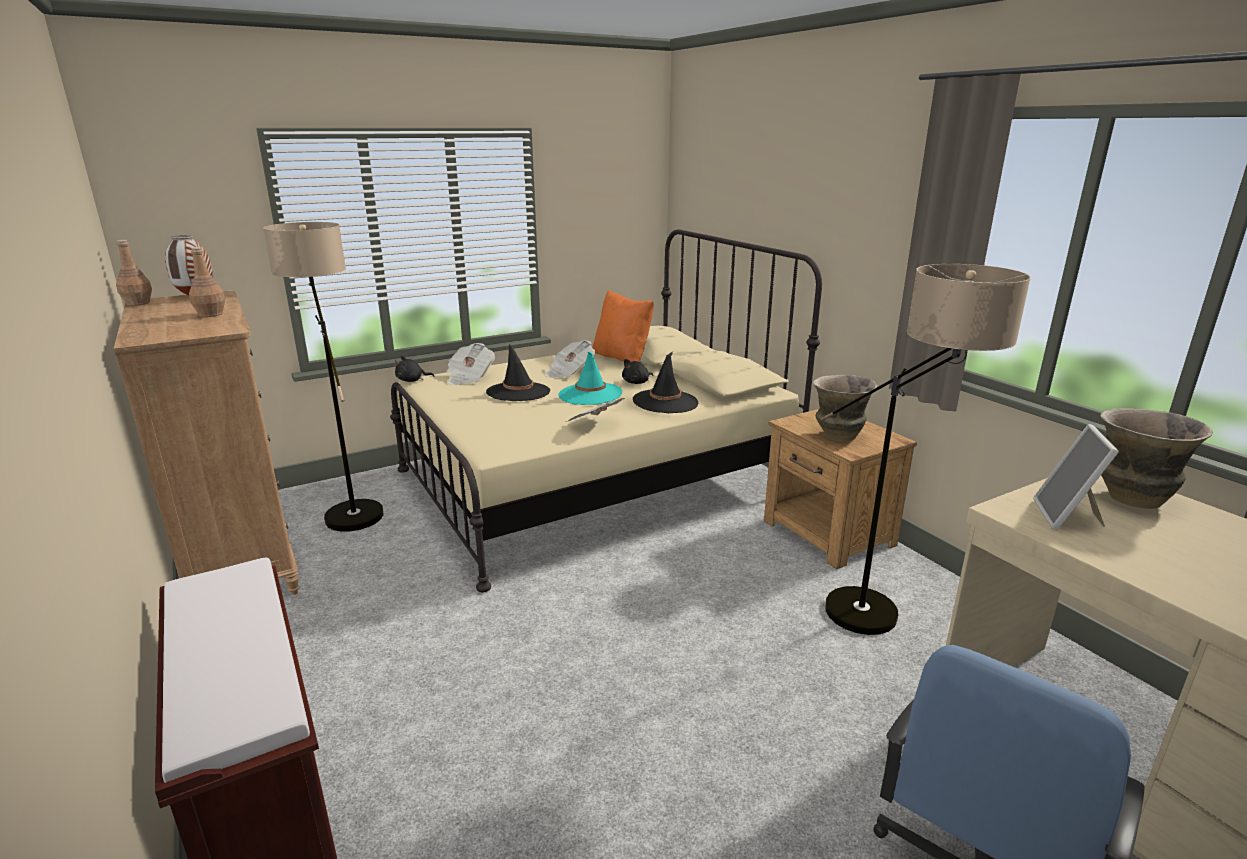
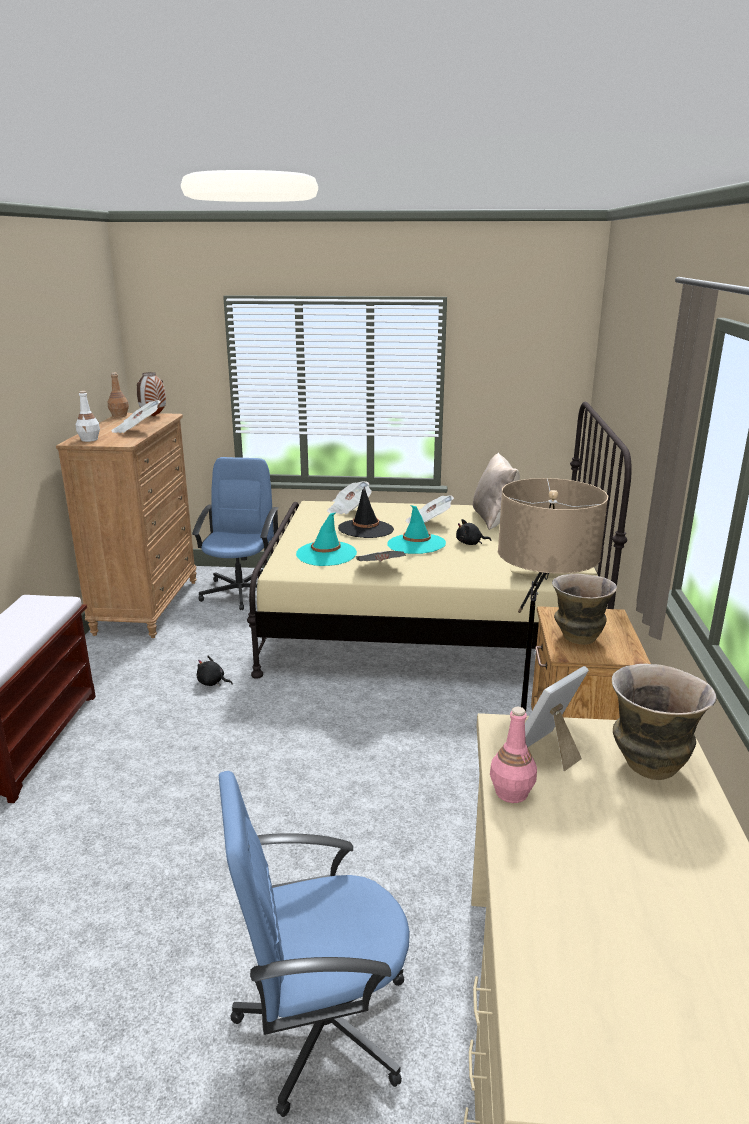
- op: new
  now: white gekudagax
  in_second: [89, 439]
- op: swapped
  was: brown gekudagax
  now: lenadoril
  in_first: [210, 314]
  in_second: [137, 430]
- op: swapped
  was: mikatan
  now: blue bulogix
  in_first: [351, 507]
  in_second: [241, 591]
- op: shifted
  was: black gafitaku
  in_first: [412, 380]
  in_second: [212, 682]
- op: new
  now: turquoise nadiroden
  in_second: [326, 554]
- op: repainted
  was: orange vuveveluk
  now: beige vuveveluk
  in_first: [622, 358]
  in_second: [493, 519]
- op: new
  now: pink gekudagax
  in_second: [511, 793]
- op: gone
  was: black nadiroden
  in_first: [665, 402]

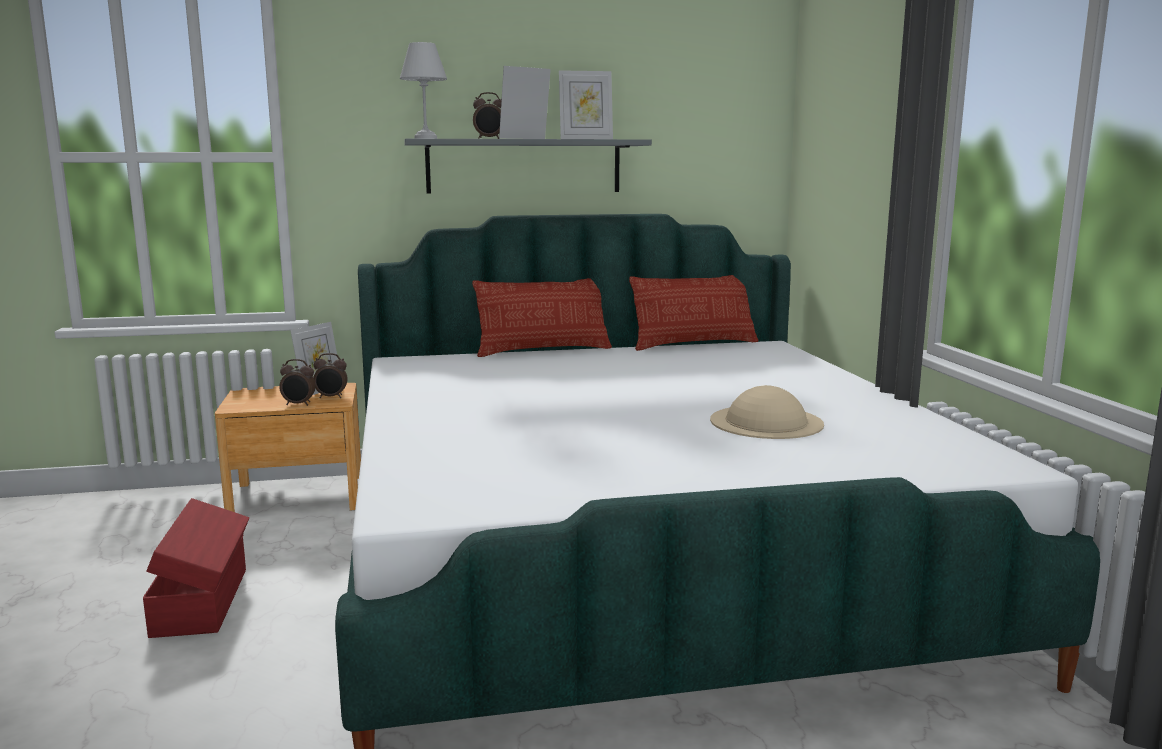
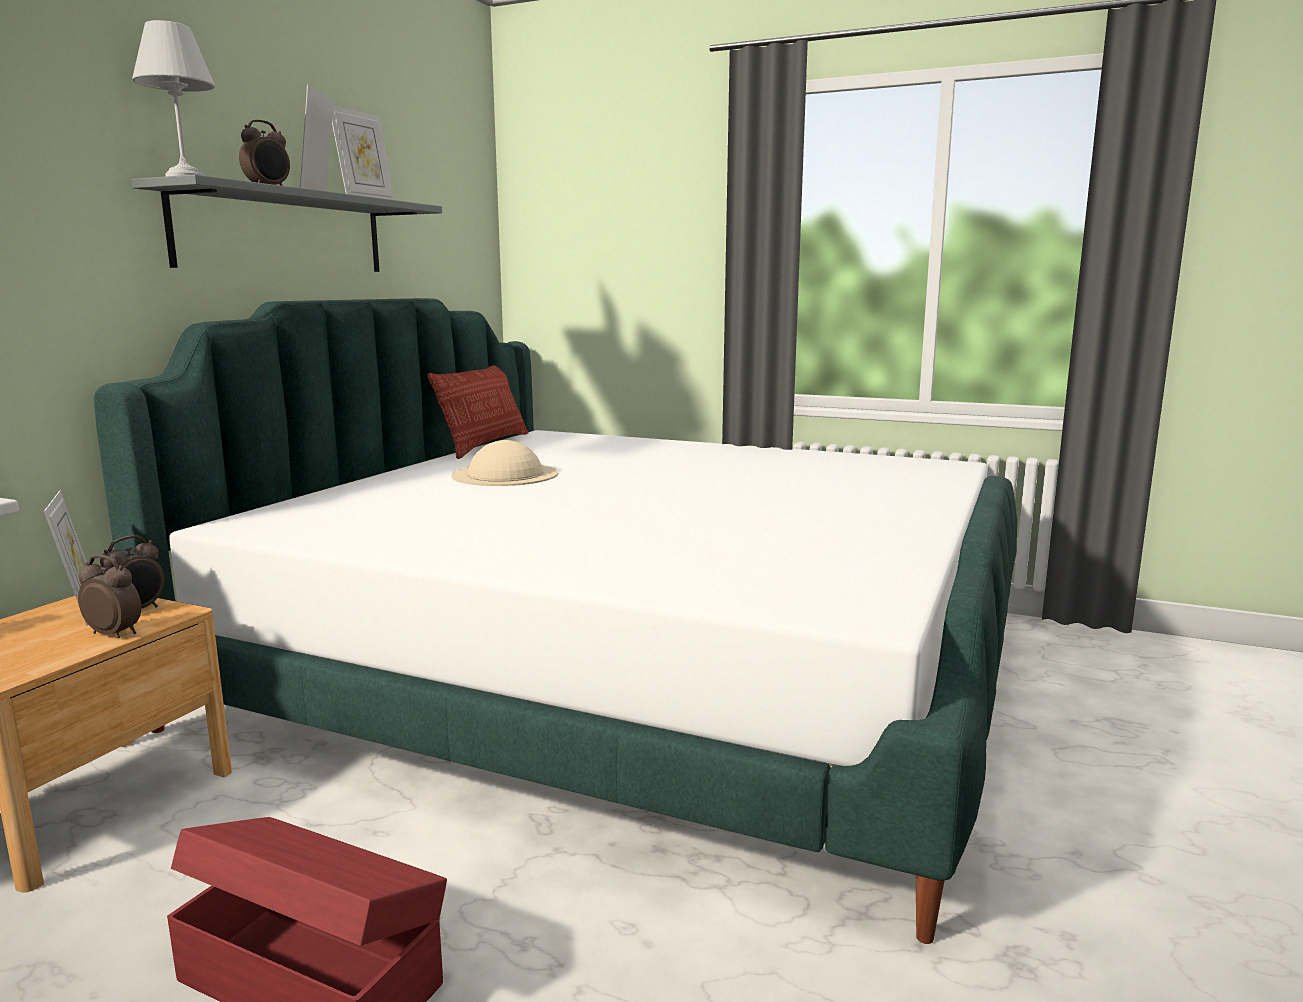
- op: rotated
  was: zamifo
  in_first: [298, 404]
  in_second: [115, 634]
  clockwise: -105
- op: shifted
  was: beige nadiroden
  in_first: [766, 422]
  in_second: [505, 474]
- op: gone
  was: vuveveluk
  in_first: [543, 350]

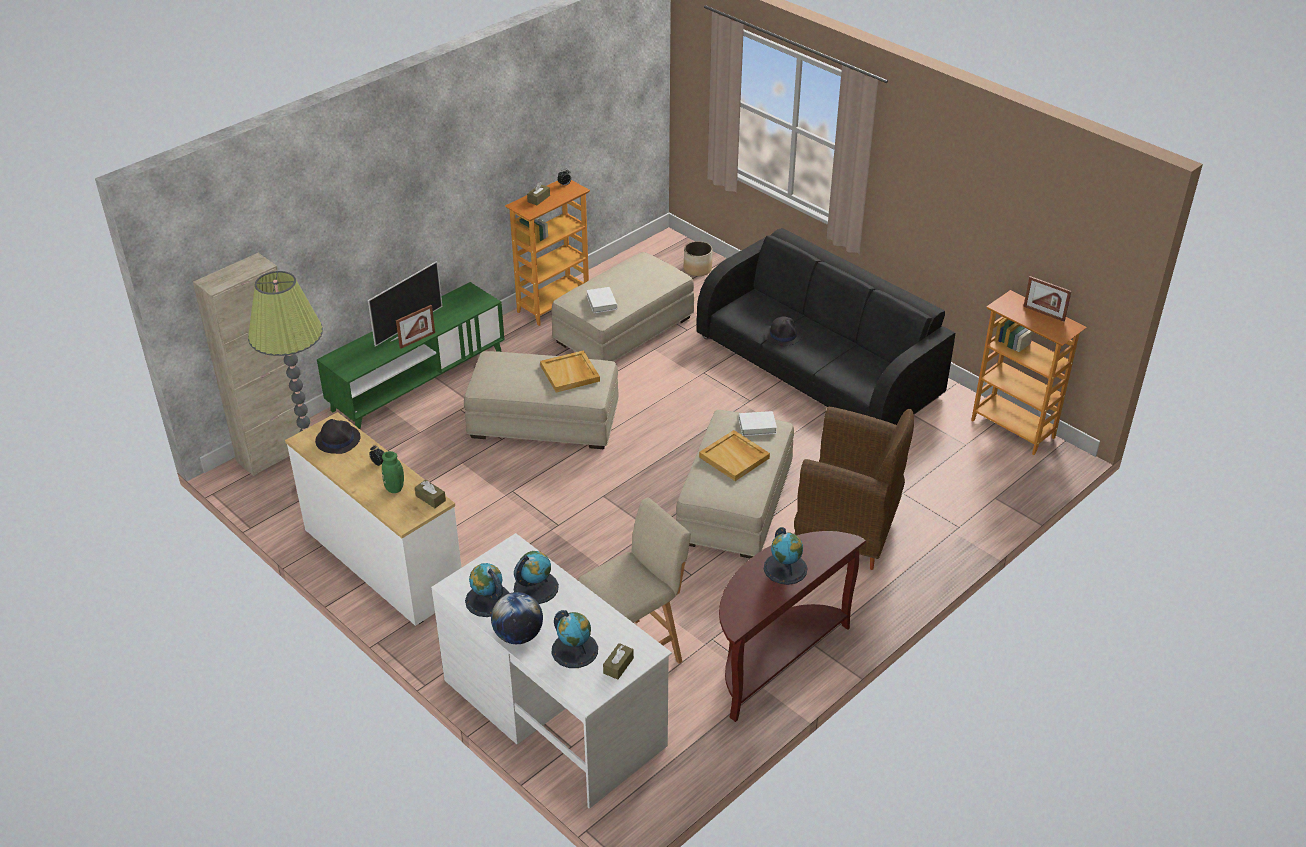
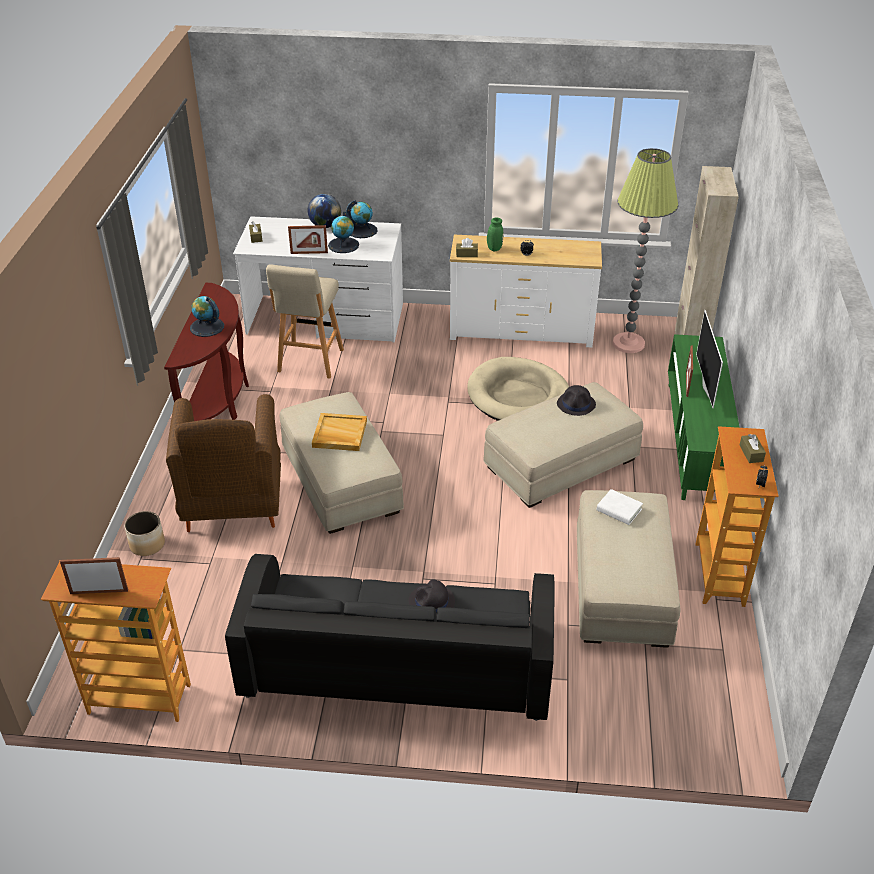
- op: shifted
  was: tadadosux
  in_first: [697, 269]
  in_second: [147, 544]
- op: rotated
  was: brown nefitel
  in_first: [848, 531]
  in_second: [233, 506]
  clockwise: -75
- op: new
  now: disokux
  in_second: [309, 253]
- op: new
  now: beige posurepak
  in_second: [519, 397]
- op: shifted
  was: black nadiroden
  in_first: [337, 439]
  in_second: [576, 404]
- op: gone
  was: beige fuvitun
  in_first: [570, 373]
- op: gone
  was: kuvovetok
  in_first: [575, 650]
- op: gone
  was: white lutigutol
  in_first: [757, 426]

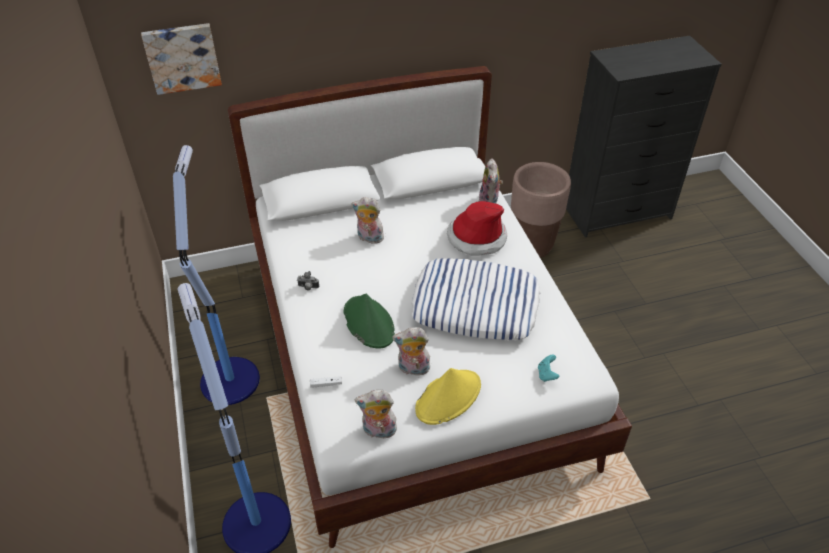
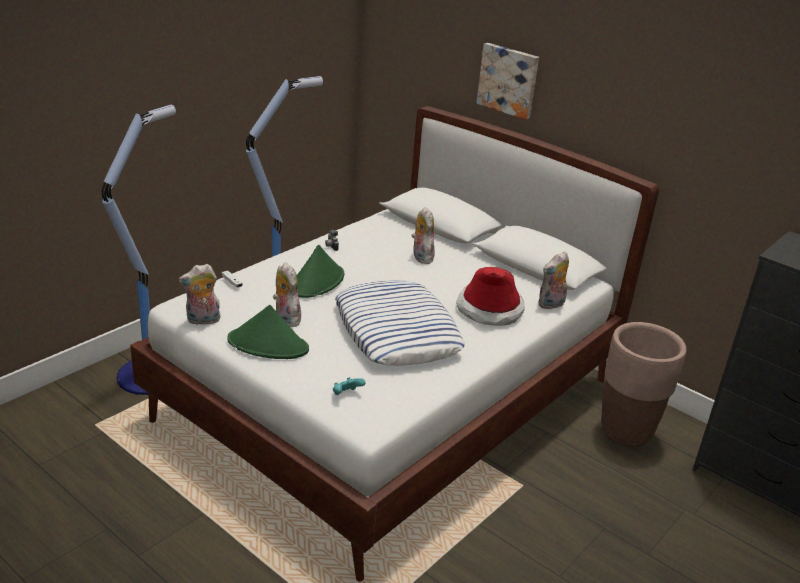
- op: rotated
  was: gafitaku
  in_first: [378, 431]
  in_second: [202, 321]
  clockwise: -75
- op: repainted
  was: yellow nadiroden
  now: green nadiroden
  in_first: [448, 397]
  in_second: [268, 345]
- op: shifted
  was: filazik
  in_first: [182, 57]
  in_second: [508, 80]

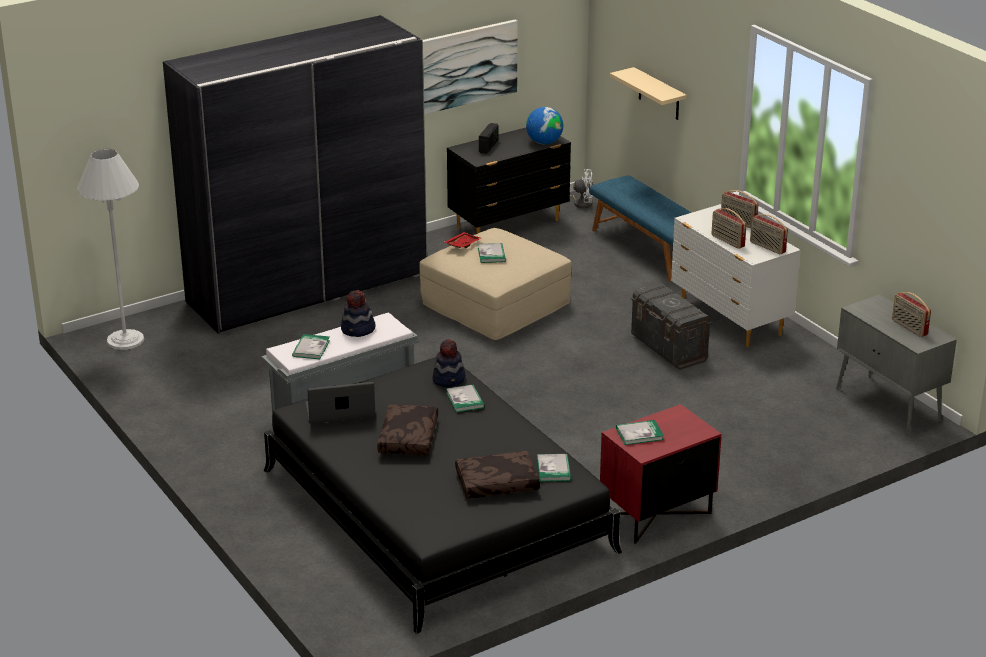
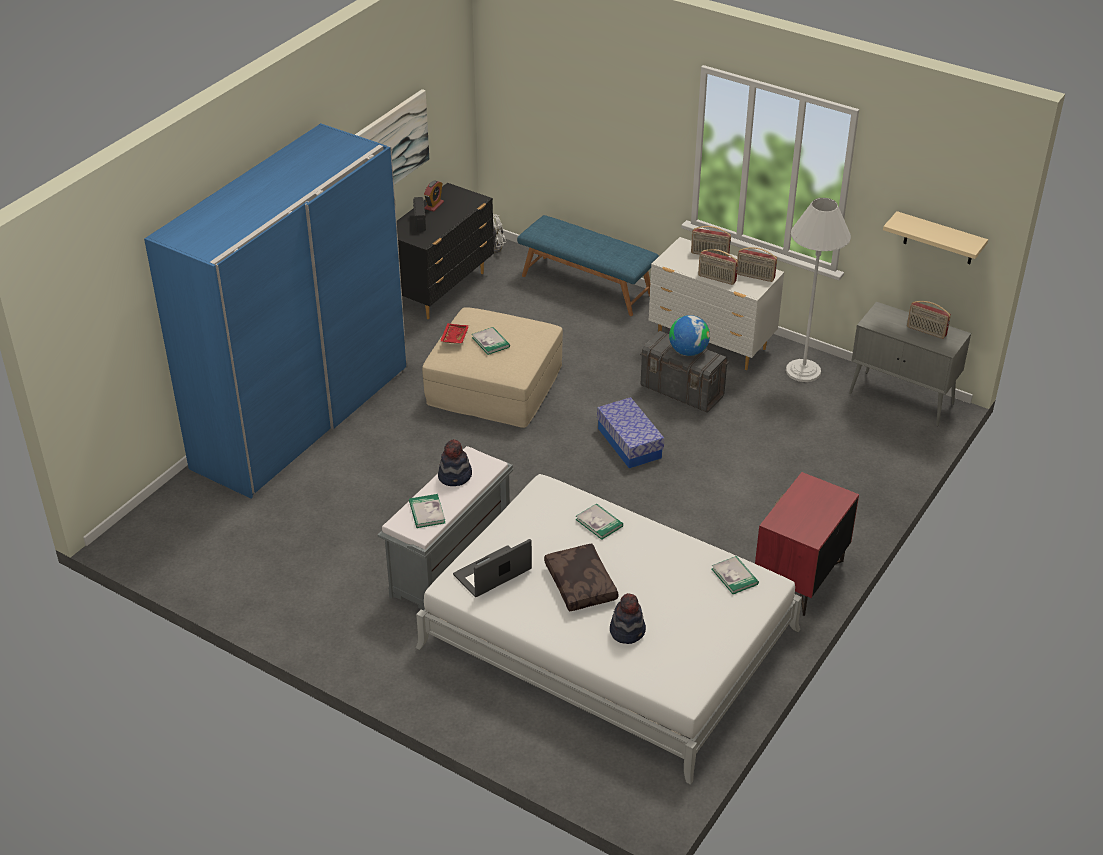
- op: repainted
  was: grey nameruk
  now: blue nameruk
  in_first: [308, 288]
  in_second: [301, 416]
- op: repainted
  was: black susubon
  now: white susubon
  in_first: [436, 510]
  in_second: [608, 638]
- op: new
  now: zamifo
  in_second: [434, 205]
- op: new
  now: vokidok
  in_second: [629, 443]
- op: shifted
  was: nadiroden
  in_first: [449, 379]
  in_second: [627, 631]
- op: shifted
  was: kuvovetok
  in_first: [544, 142]
  in_second: [688, 352]
- op: shifted
  was: white mikatan
  in_first: [125, 340]
  in_second: [803, 371]
- op: shifted
  was: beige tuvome
  in_first: [659, 94]
  in_second: [939, 239]
- op: gone
  was: brown vuveveluk
  in_first: [496, 484]
- op: gone
  was: lutigutol
  in_first: [639, 434]

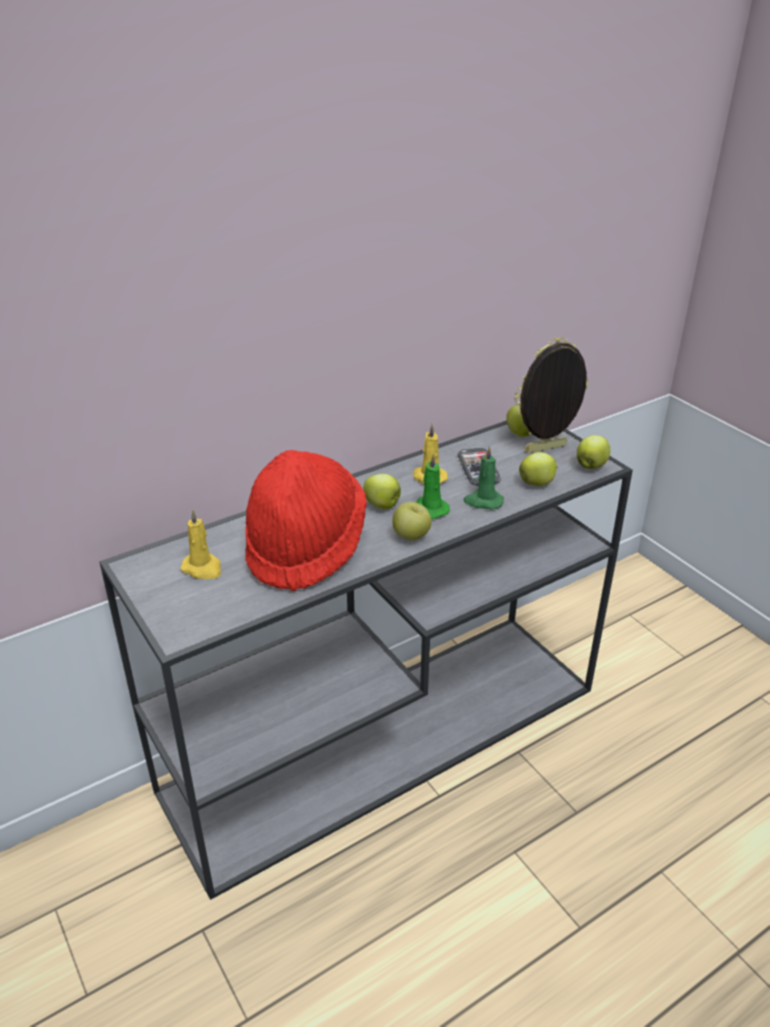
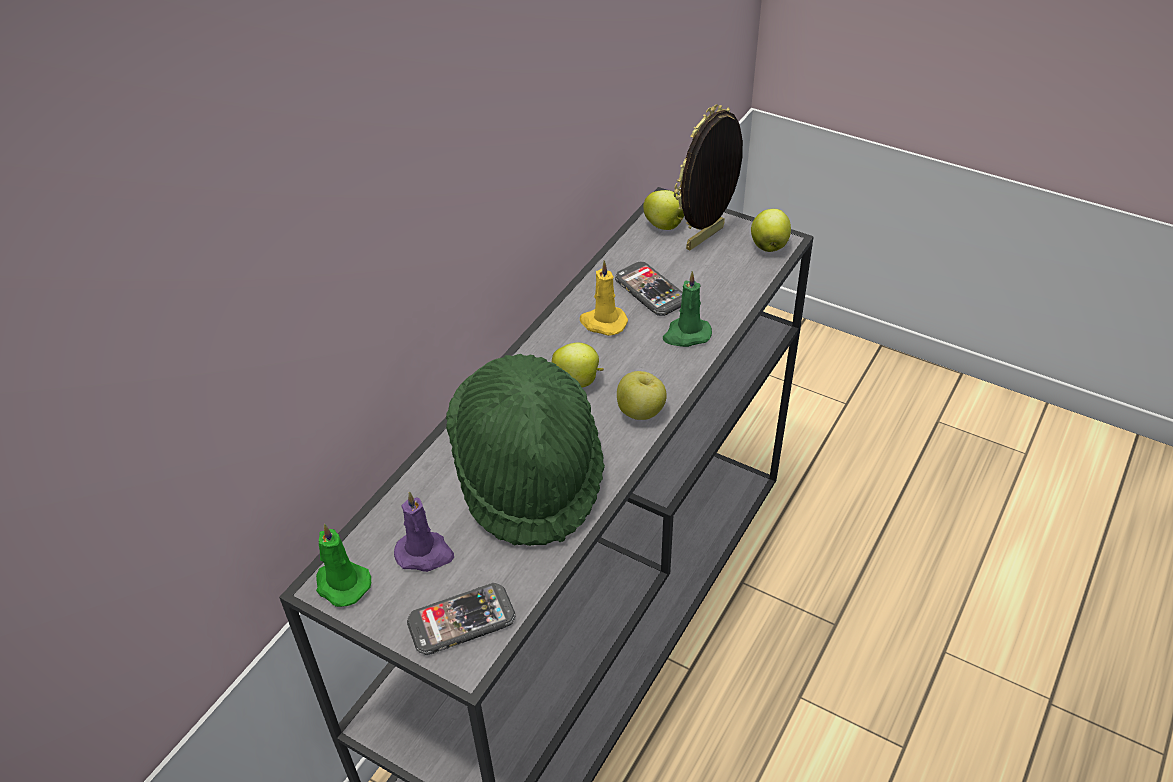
- op: shifted
  was: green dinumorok
  in_first: [430, 509]
  in_second: [341, 584]
- op: repainted
  was: yellow dinumorok
  now: purple dinumorok
  in_first: [203, 568]
  in_second: [425, 553]
- op: new
  now: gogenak
  in_second: [461, 620]
- op: repainted
  was: red nadiroden
  now: green nadiroden
  in_first: [305, 546]
  in_second: [528, 472]
- op: gone
  was: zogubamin
  in_first: [537, 483]

